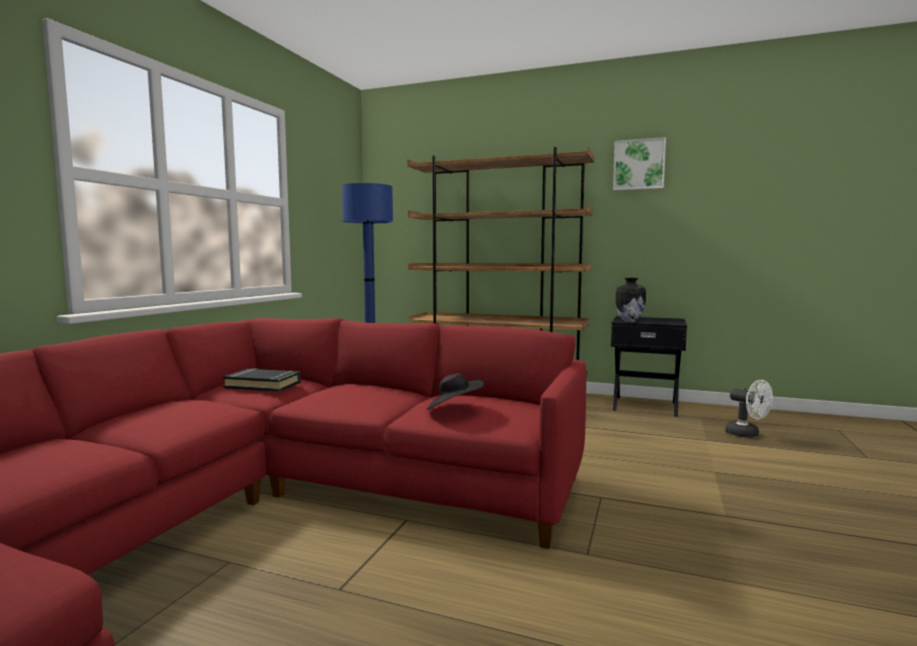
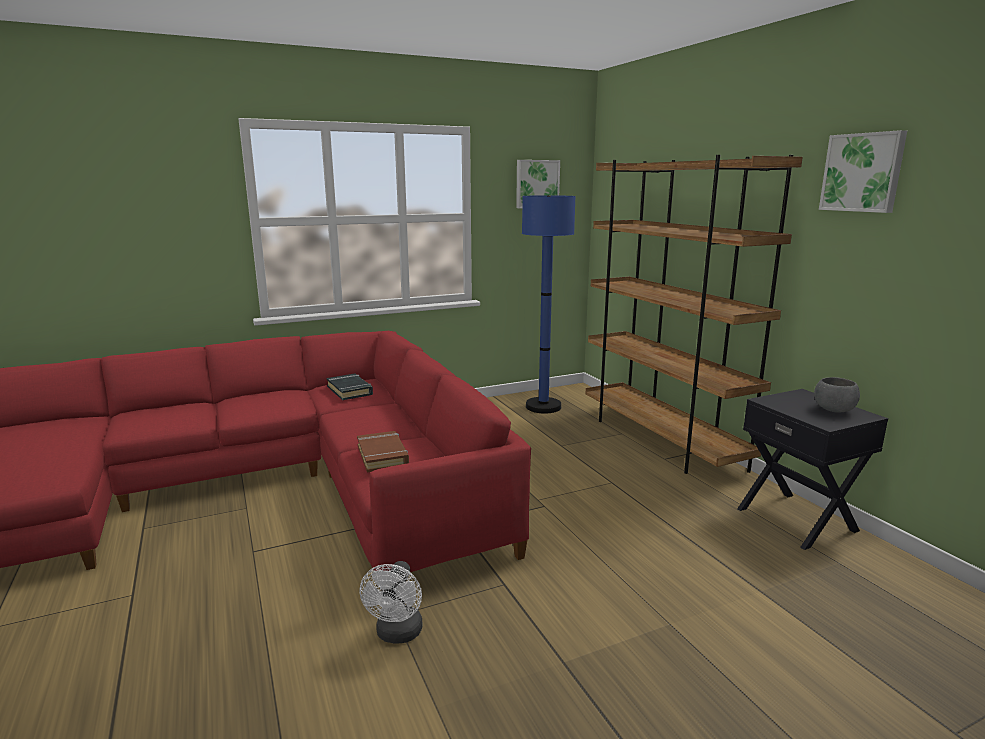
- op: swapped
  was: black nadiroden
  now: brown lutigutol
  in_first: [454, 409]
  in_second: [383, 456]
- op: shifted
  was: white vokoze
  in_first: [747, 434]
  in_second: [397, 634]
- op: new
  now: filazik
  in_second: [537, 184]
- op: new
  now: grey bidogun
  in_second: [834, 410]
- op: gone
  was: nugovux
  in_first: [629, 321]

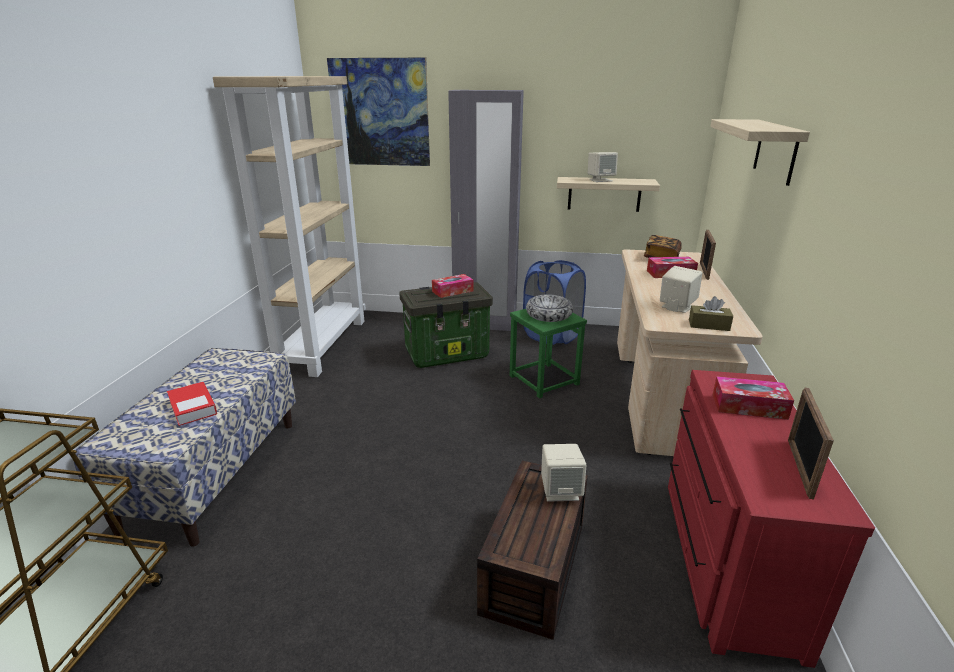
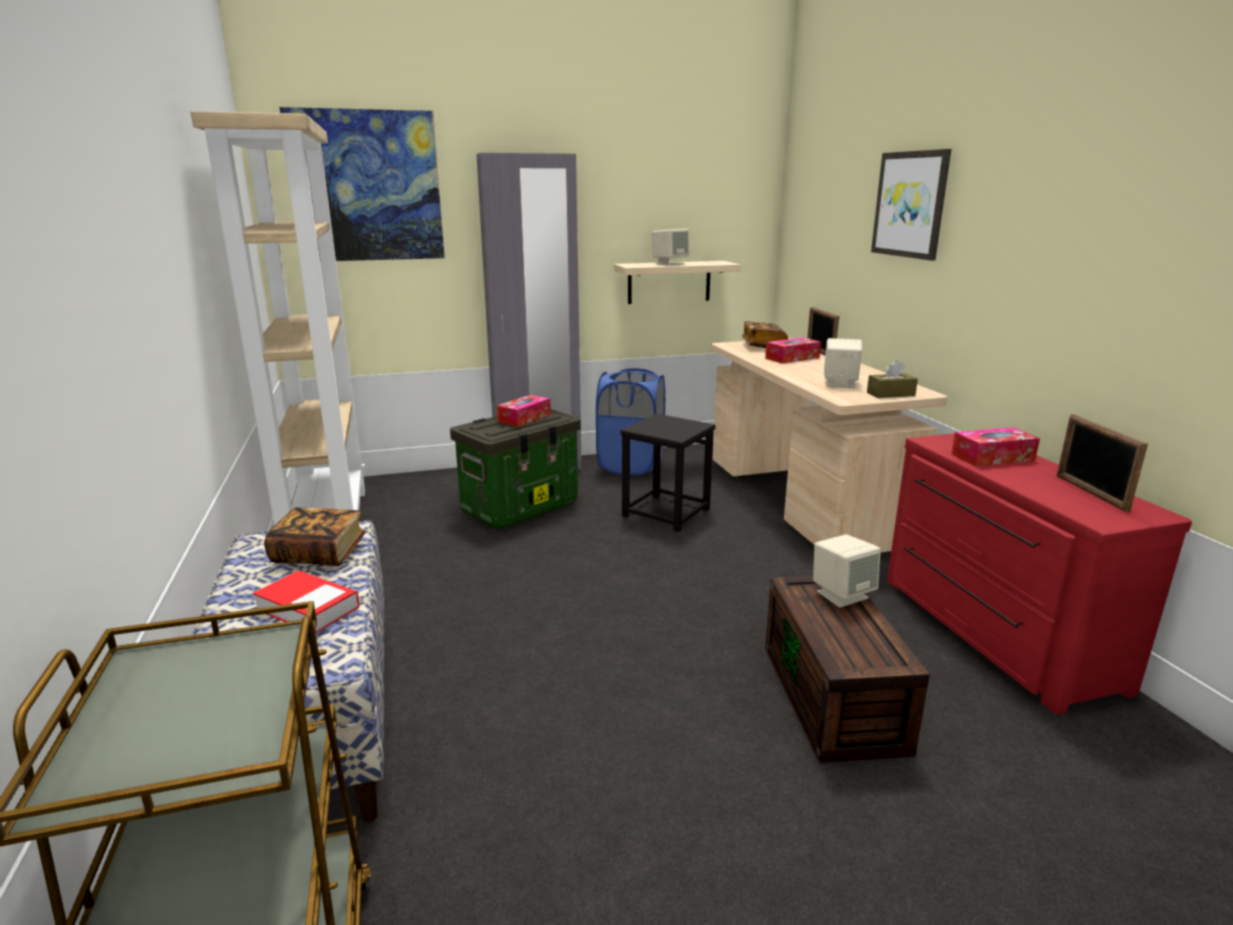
- op: new
  now: lutigutol
  in_second: [319, 554]
- op: repainted
  was: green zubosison
  now: black zubosison
  in_first: [543, 380]
  in_second: [665, 513]
- op: swapped
  was: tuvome
  now: filazik
  in_first: [776, 151]
  in_second: [910, 204]
- op: gone
  was: bidogun
  in_first: [548, 315]

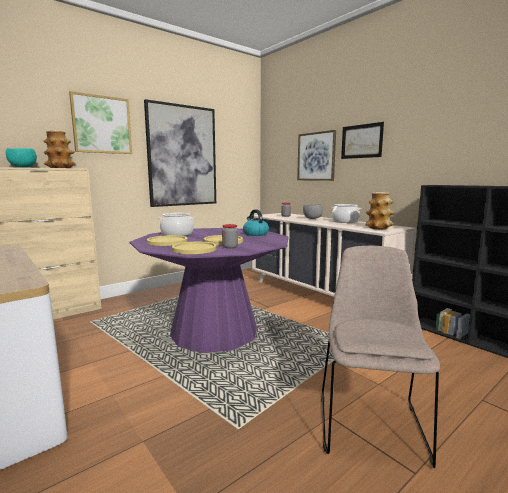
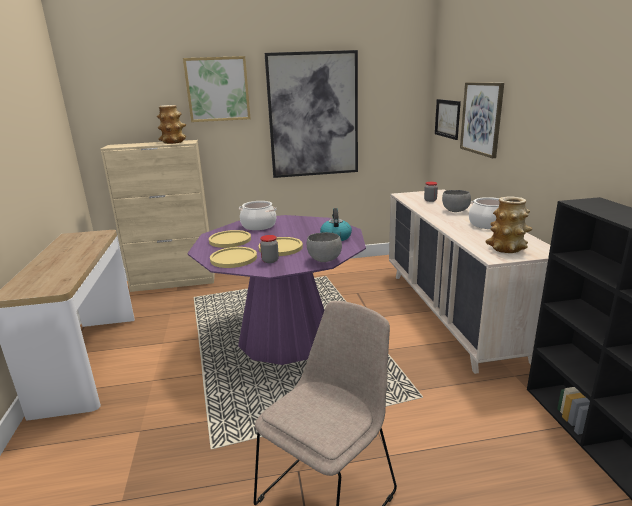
- op: new
  now: grey bidogun
  in_second: [323, 260]
- op: shifted
  was: filazik
  in_first: [361, 141]
  in_second: [447, 118]
- op: gone
  was: turquoise bidogun
  in_first: [23, 167]

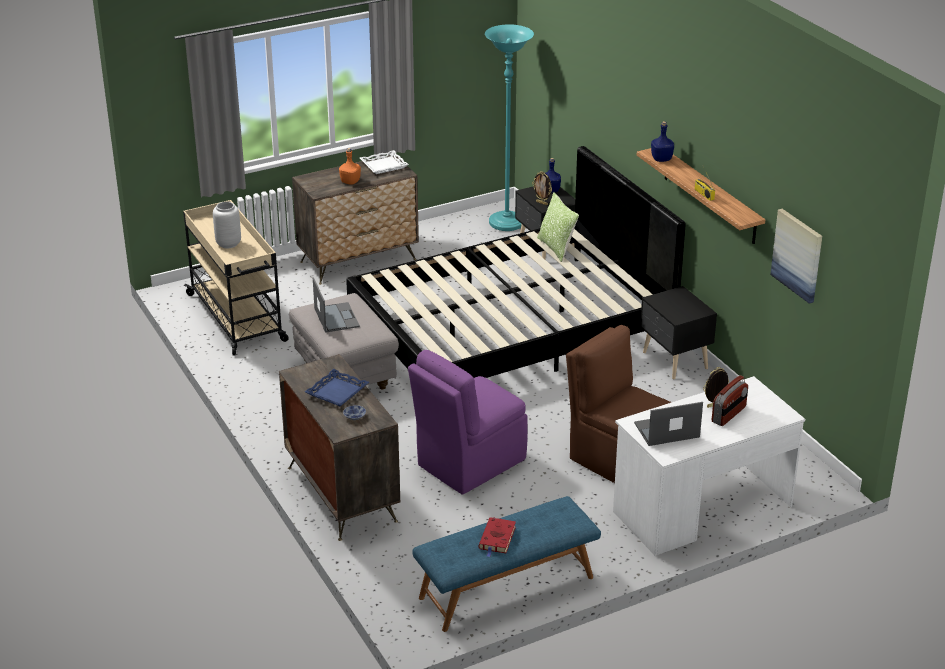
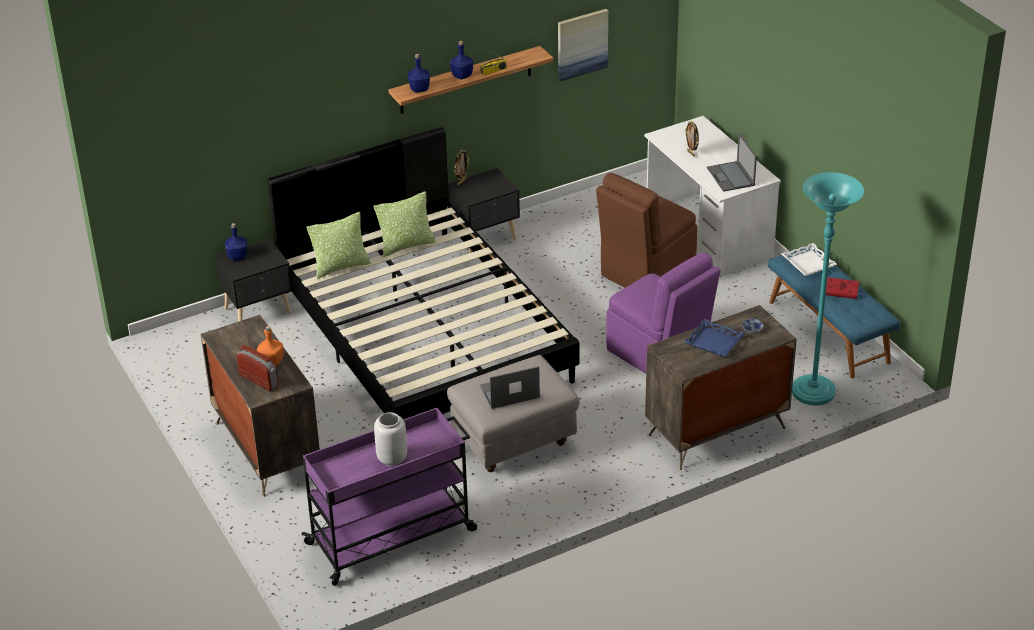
- op: shifted
  was: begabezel
  in_first: [729, 415]
  in_second: [259, 380]
- op: repainted
  was: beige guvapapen
  now: purple guvapapen
  in_first: [237, 318]
  in_second: [393, 536]
- op: new
  now: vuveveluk
  in_second: [406, 245]
- op: new
  now: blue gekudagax
  in_second: [461, 76]
- op: shifted
  was: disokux
  in_first: [542, 203]
  in_second: [461, 181]
- op: shifted
  was: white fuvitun
  in_first: [384, 166]
  in_second: [809, 263]
- op: shifted
  was: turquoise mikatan
  in_first: [506, 223]
  in_second: [813, 392]

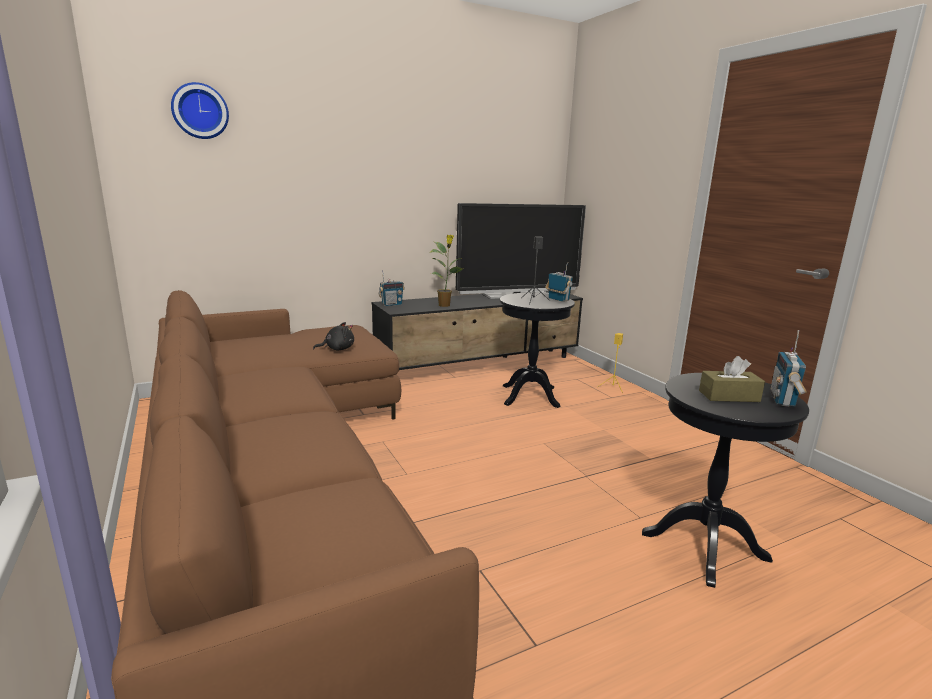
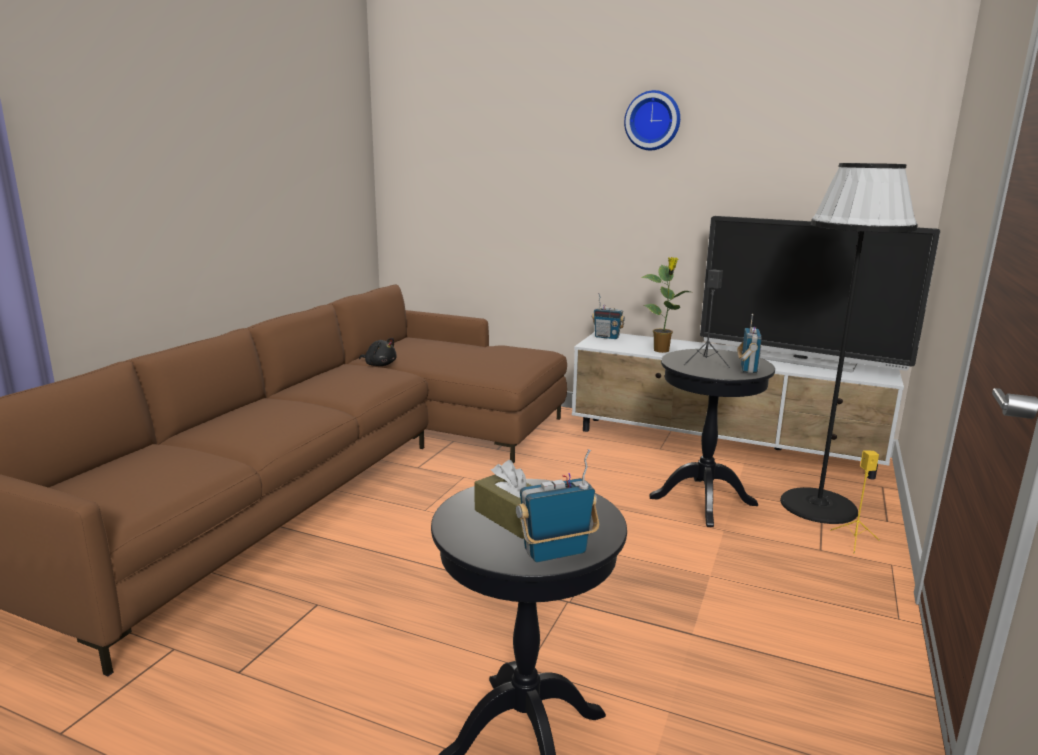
- op: shifted
  was: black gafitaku
  in_first: [337, 349]
  in_second: [379, 365]
- op: repainted
  was: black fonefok
  now: white fonefok
  in_first: [480, 365]
  in_second: [722, 447]
- op: shifted
  was: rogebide
  in_first: [200, 111]
  in_second: [653, 120]
- op: new
  now: black mikatan
  in_second: [819, 506]

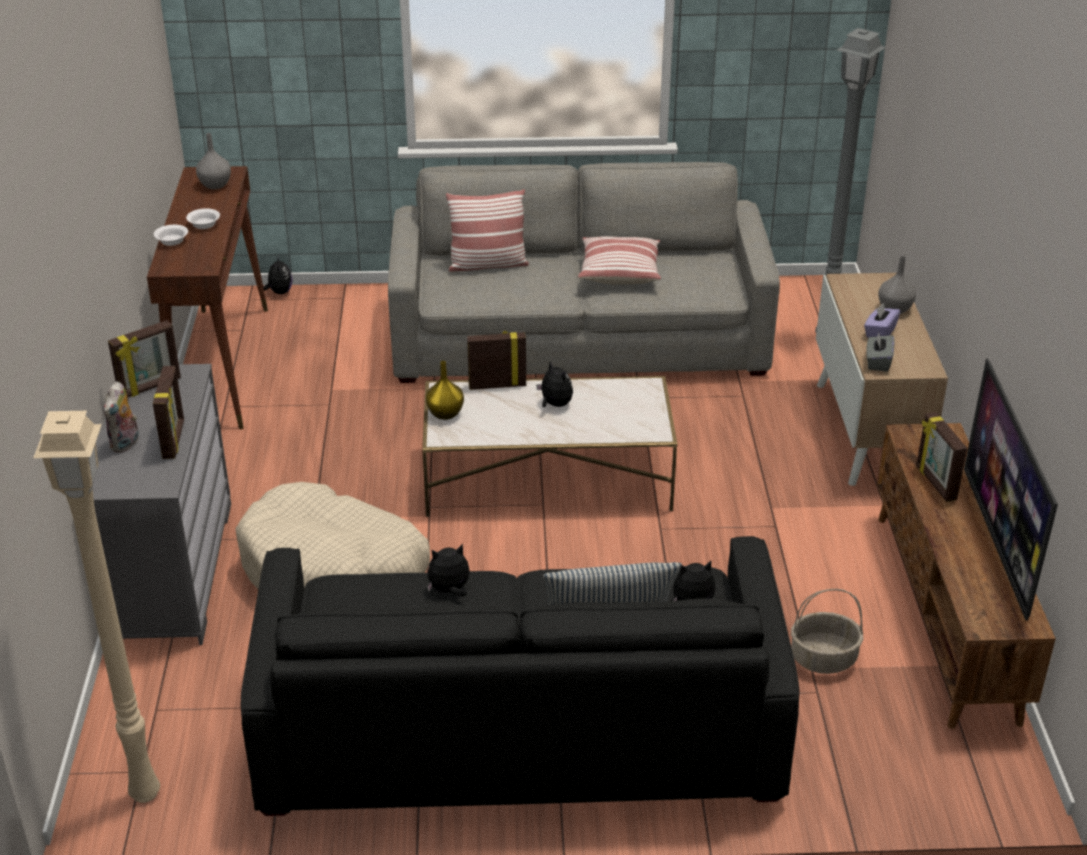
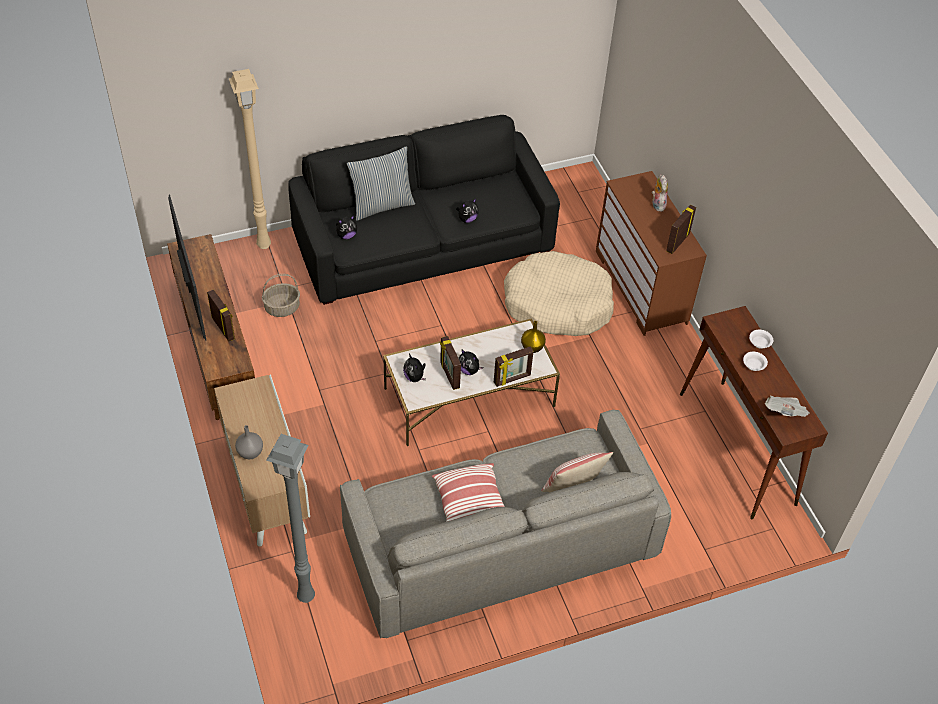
- op: shifted
  was: beige mikatan
  in_first: [142, 795]
  in_second: [264, 244]
- op: shifted
  was: gafitaku
  in_first: [279, 292]
  in_second: [414, 377]
- op: shifted
  was: disokux
  in_first: [174, 440]
  in_second: [449, 375]
- op: repainted
  was: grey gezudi
  now: brown gezudi
  in_first: [172, 571]
  in_second: [641, 287]
- op: swapped
  was: grey nugovux
  now: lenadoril
  in_first: [215, 185]
  in_second: [784, 413]
- op: gone
  was: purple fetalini
  in_first: [880, 333]
- op: gone
  was: grey fetalini
  in_first: [878, 362]

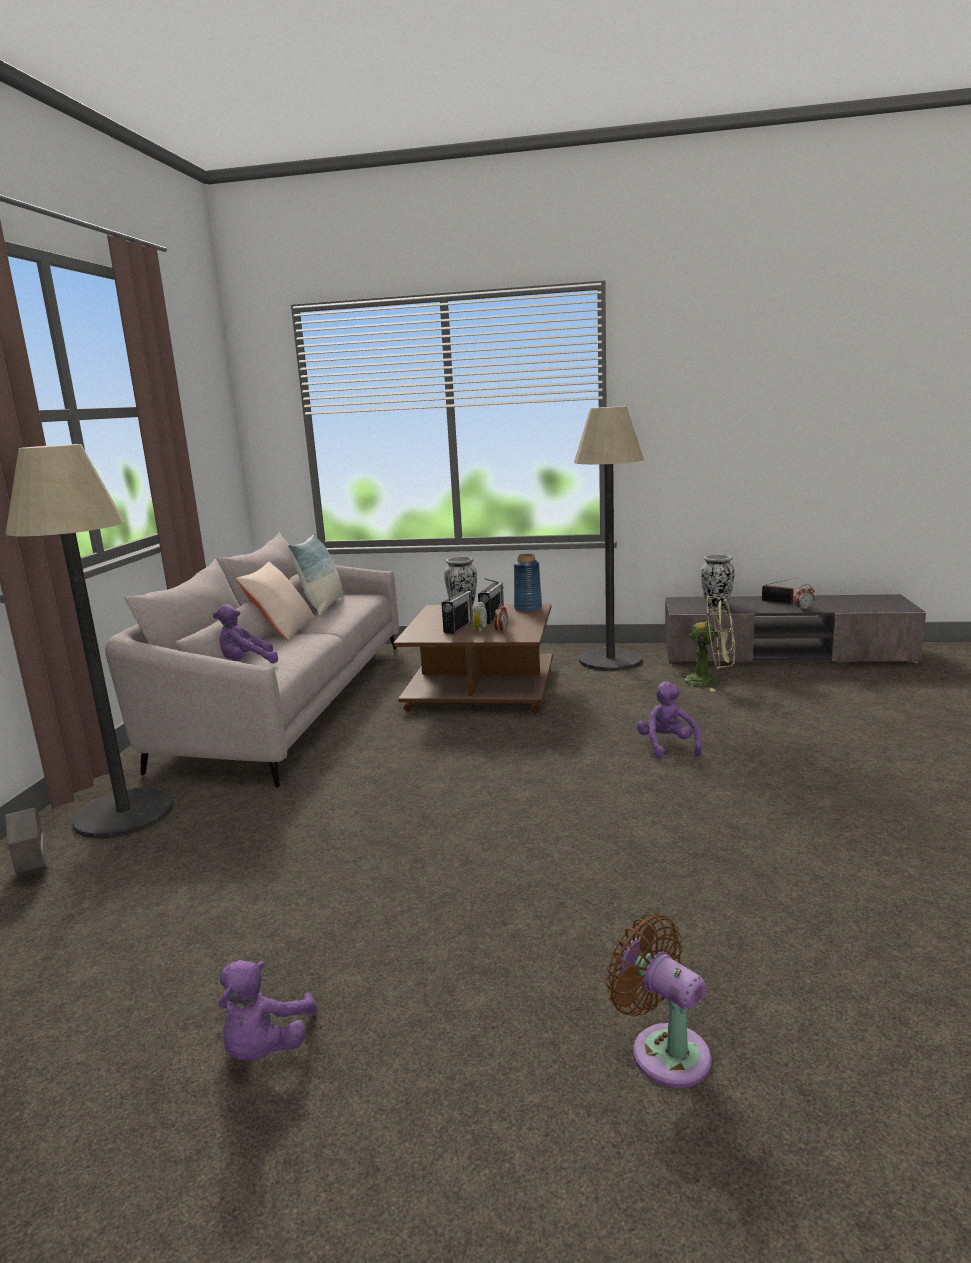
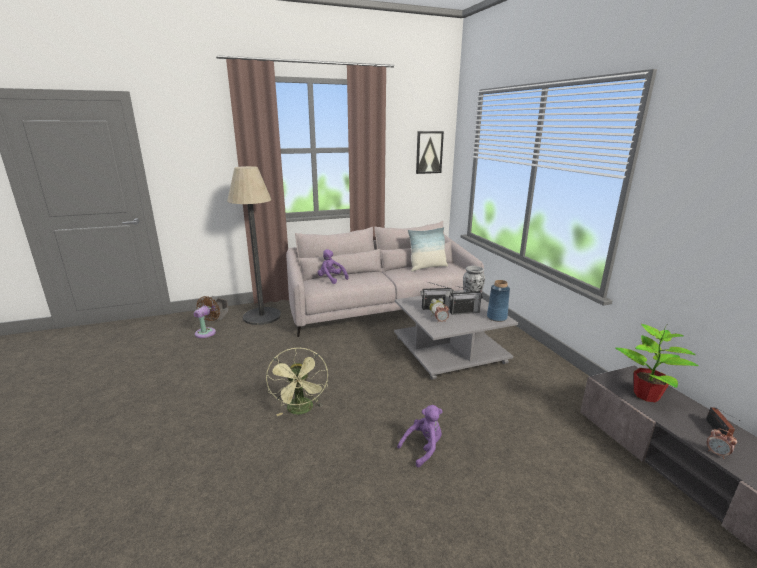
- op: shifted
  was: brown vokoze
  in_first: [664, 1050]
  in_second: [207, 332]
- op: shifted
  was: green vokoze
  in_first: [710, 681]
  in_second: [301, 410]
- op: repainted
  was: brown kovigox
  now: grey kovigox
  in_first: [480, 688]
  in_second: [450, 350]
- op: new
  now: filazik
  in_second: [429, 152]
- op: swapped
  was: nugovux
  now: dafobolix
  in_first: [716, 605]
  in_second: [647, 395]
- op: gone
  was: purple gafitaku
  in_first: [265, 1047]
- op: gone
  was: beige vuveveluk
  in_first: [282, 629]
- op: gone
  was: mikatan
  in_first: [610, 660]

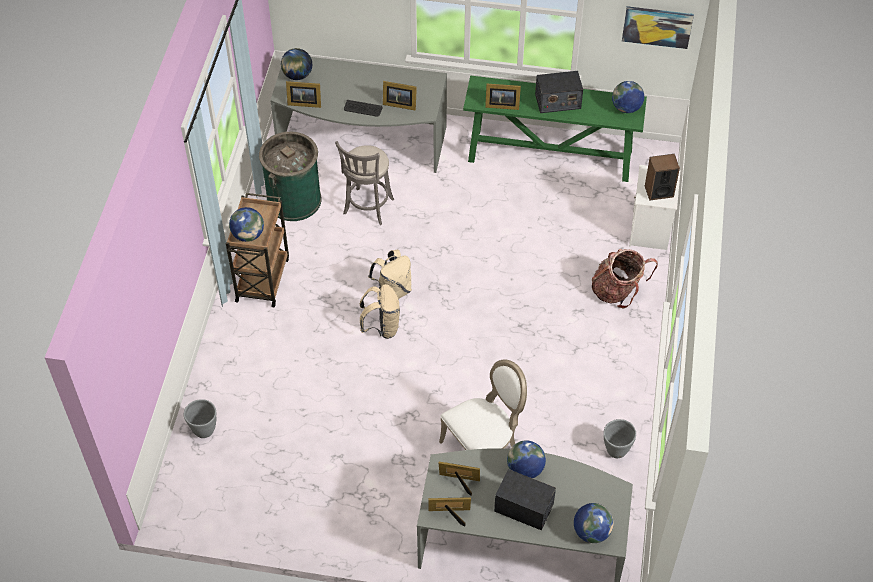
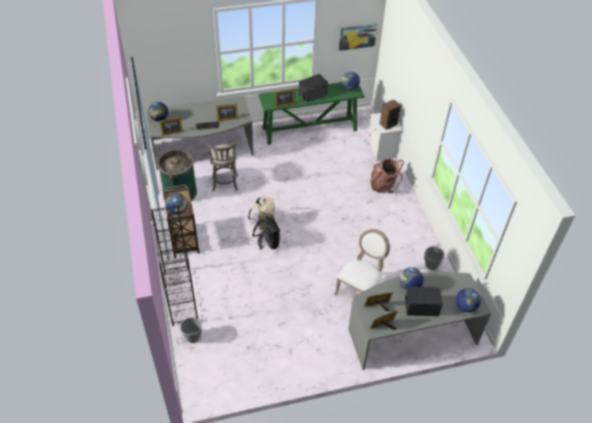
- op: new
  now: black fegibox
  in_second: [180, 296]
- op: repainted
  was: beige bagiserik
  now: black bagiserik
  in_first: [382, 327]
  in_second: [268, 244]

